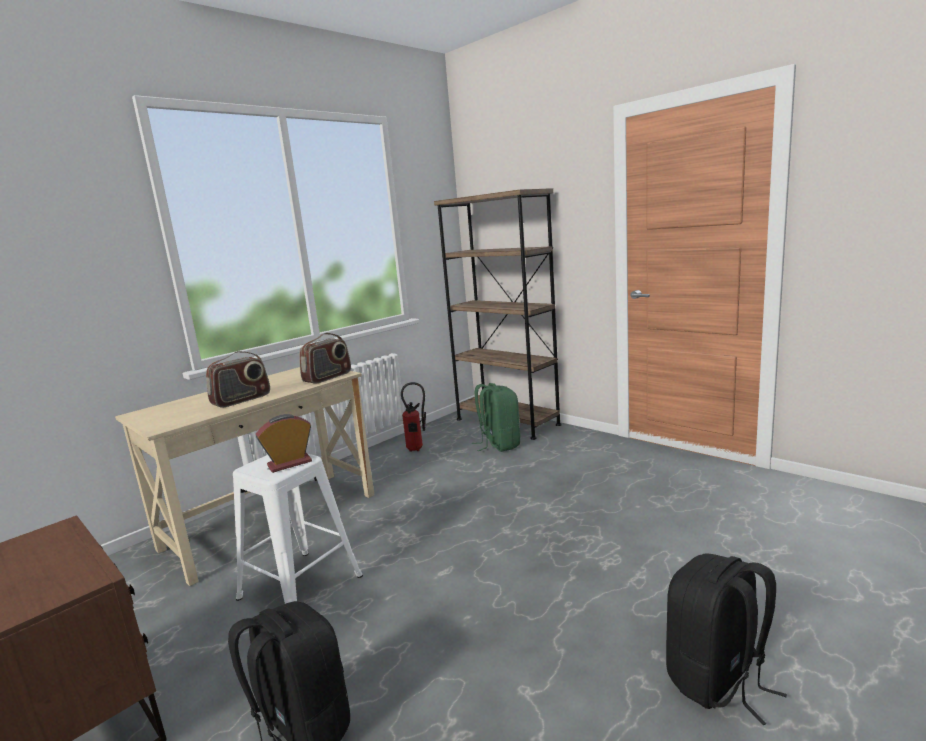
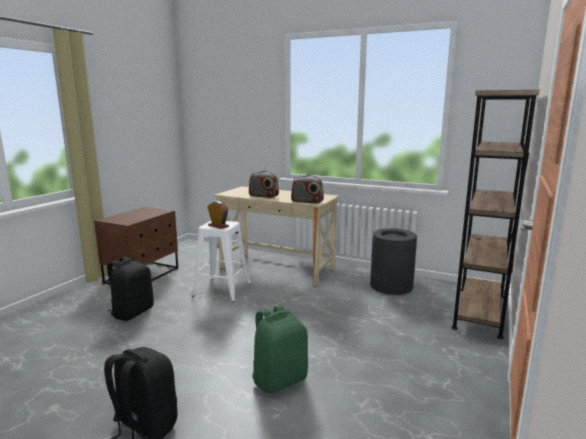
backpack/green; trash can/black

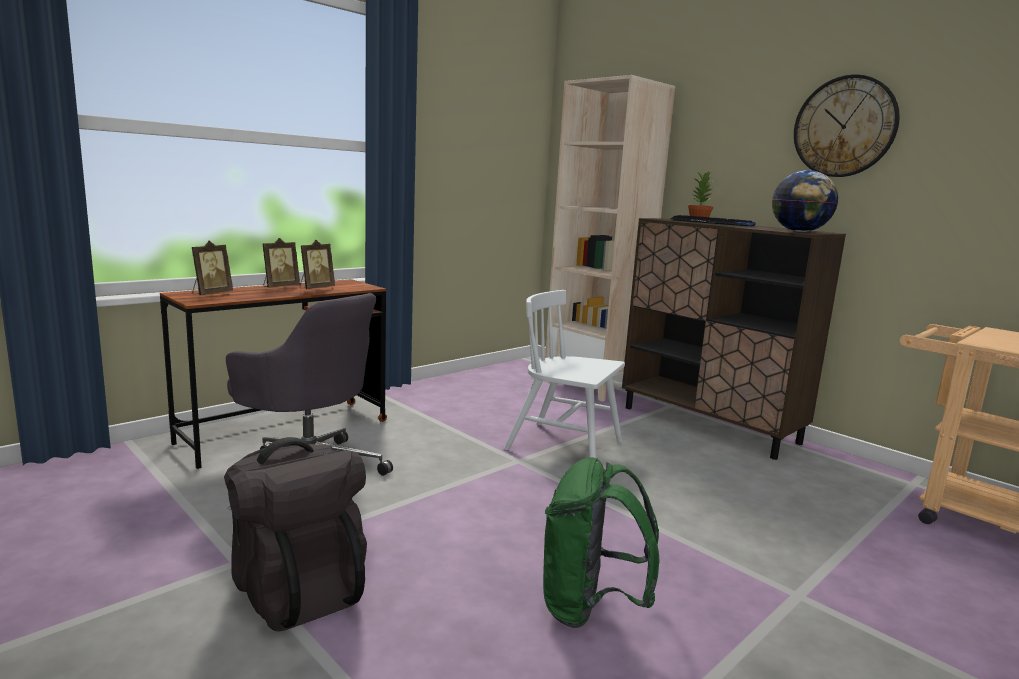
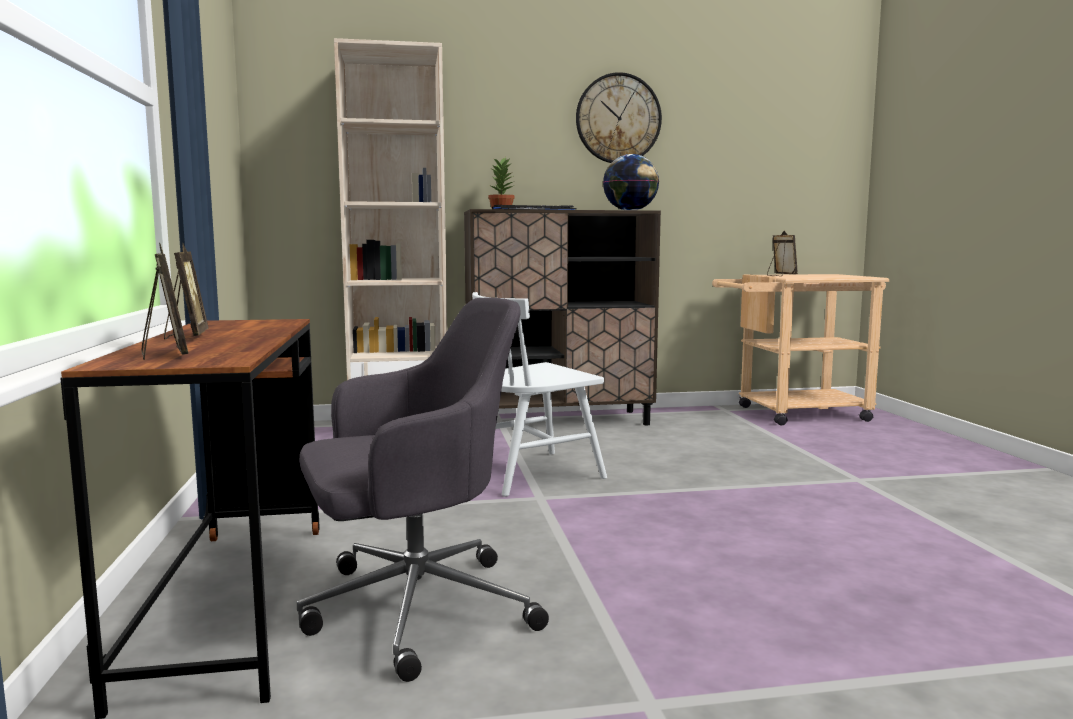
backpack/black; backpack/green; picture frame (no. 3 from left)

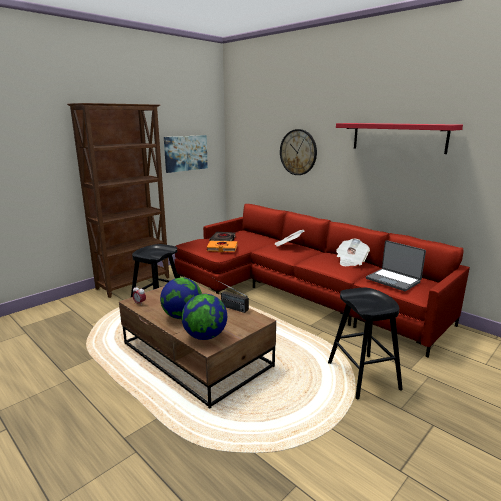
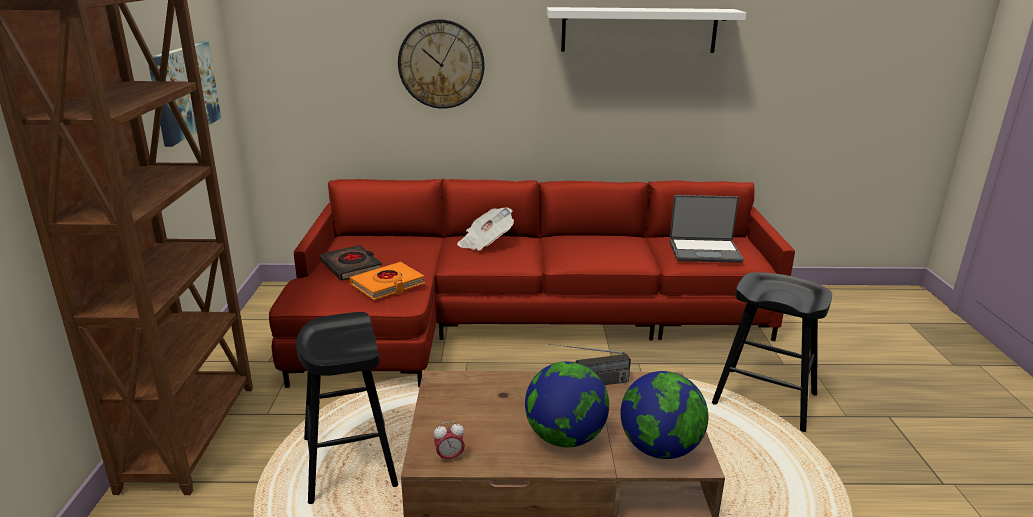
newspaper (no. 2 from left in the first image); shelf/white

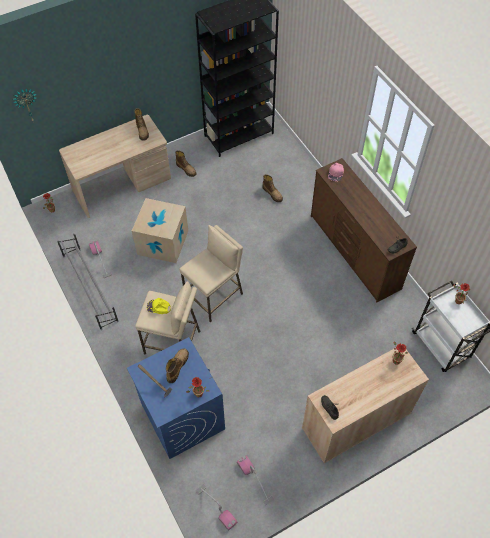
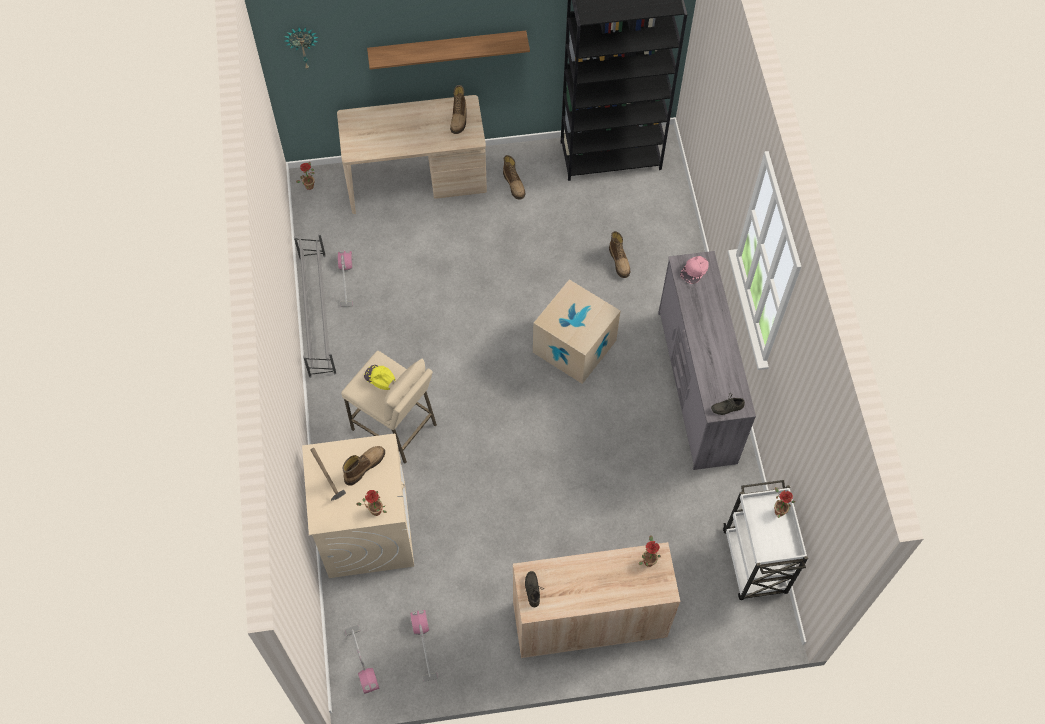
stool/beige (no. 2 from left in the first image); shelf; cardboard box; washing machine/beige; dresser/grey

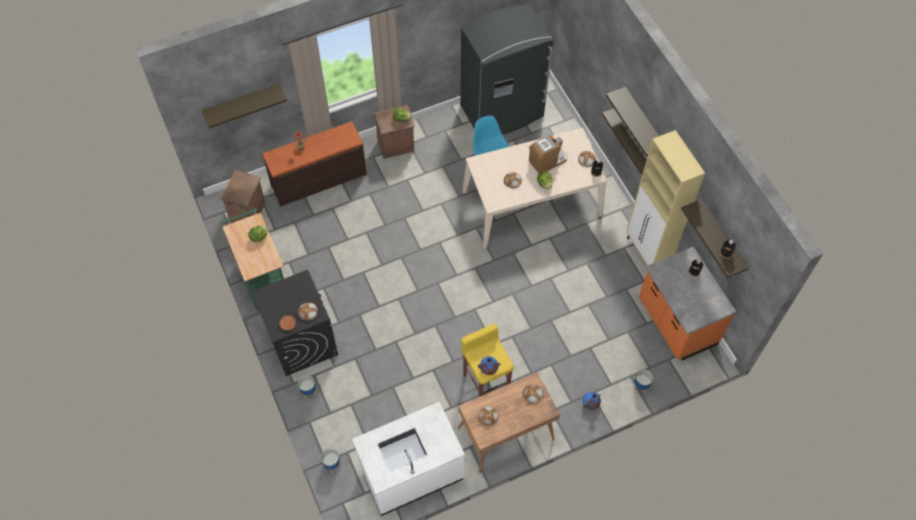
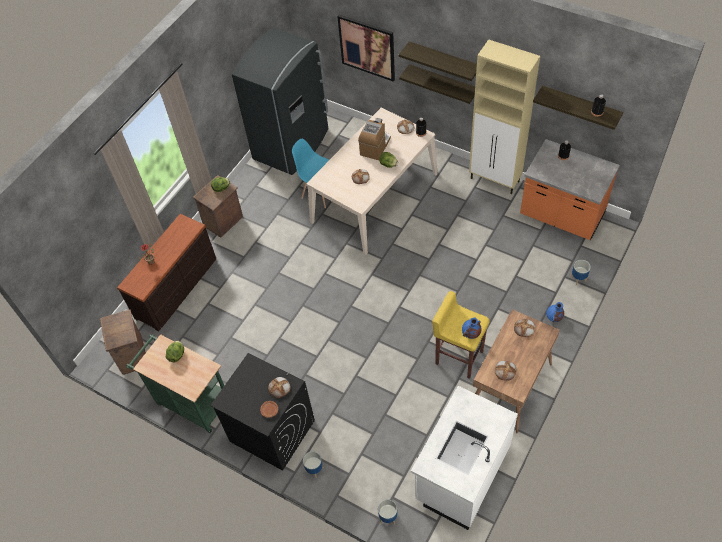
shelf (no. 1 from left in the first image); picture

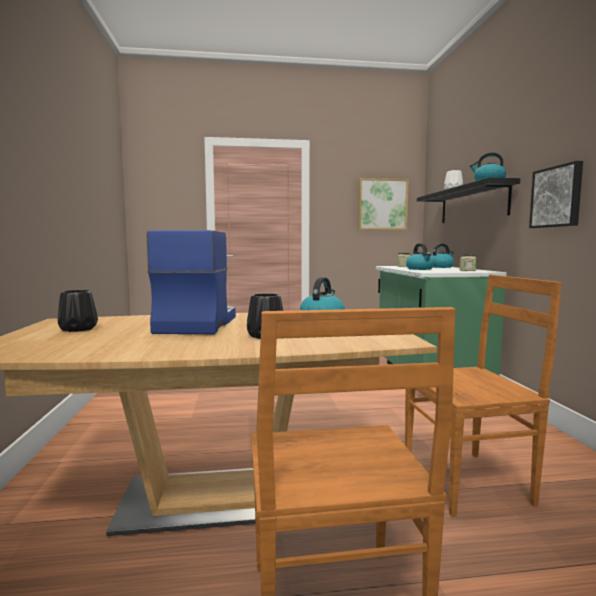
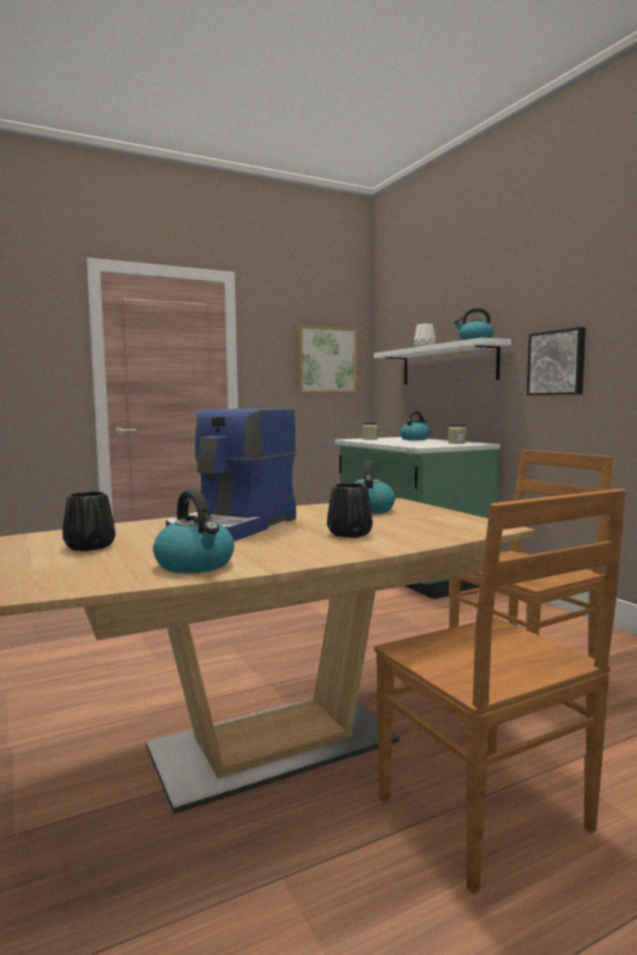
kettle (no. 1 from left); shelf/white; coffee machine

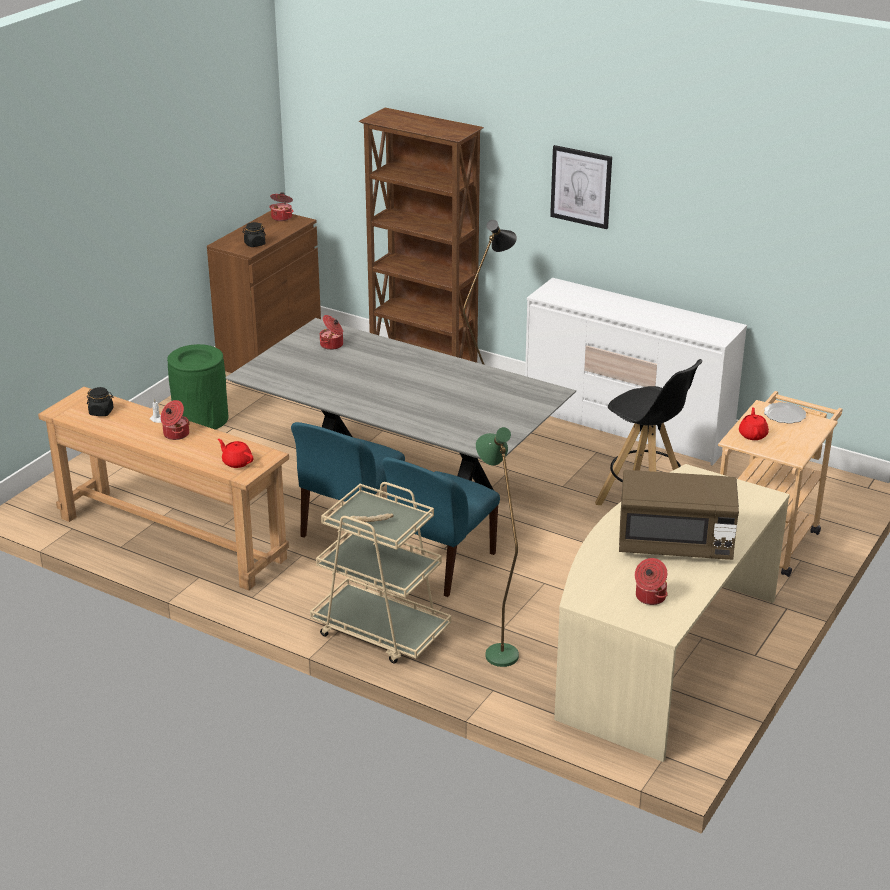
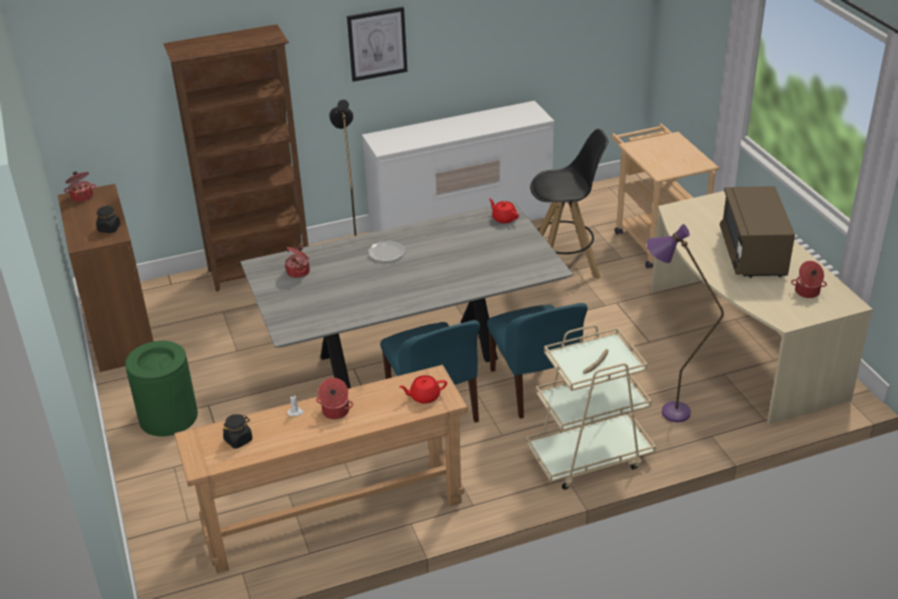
teapot/red (no. 2 from left); plate; floor lamp/purple; microwave/brown

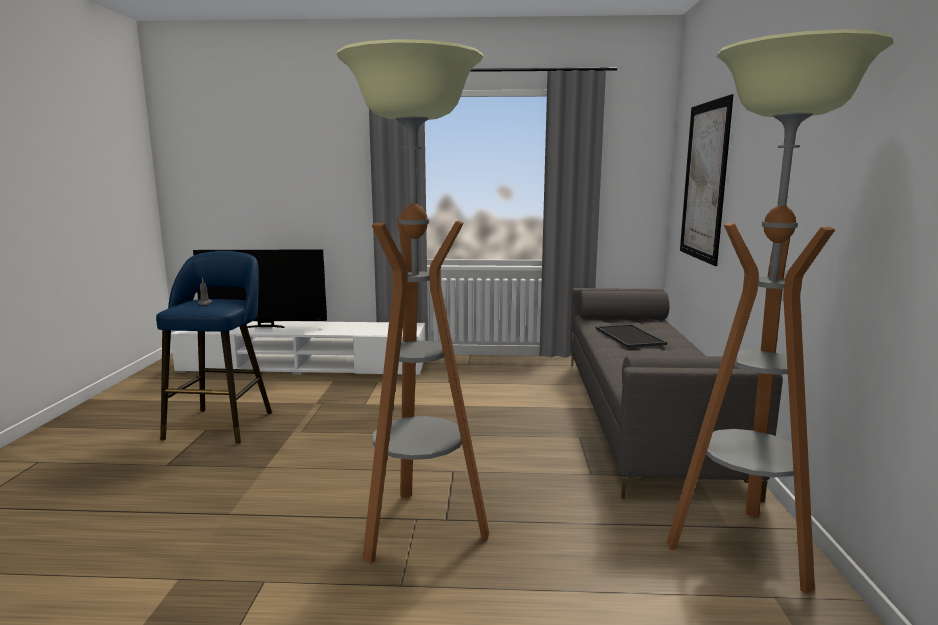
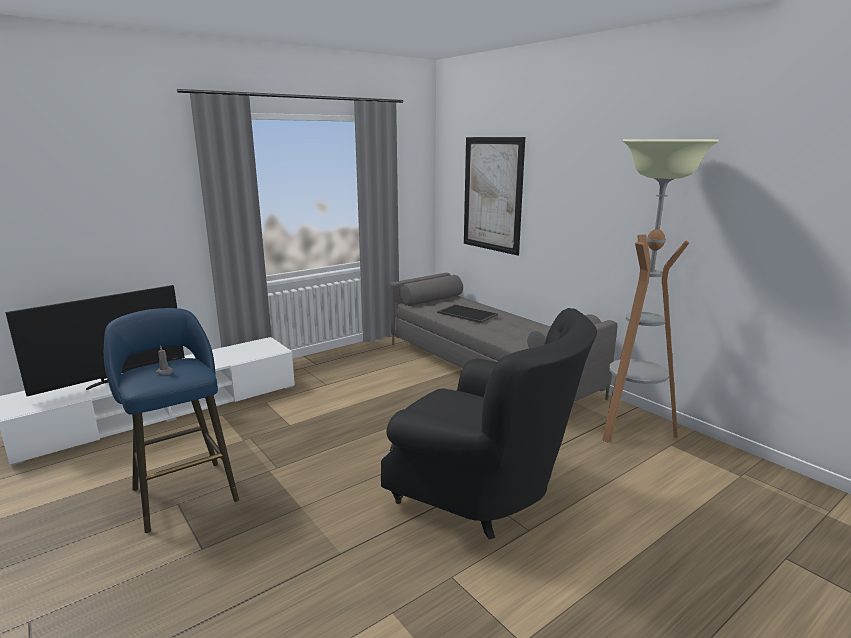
armchair/black

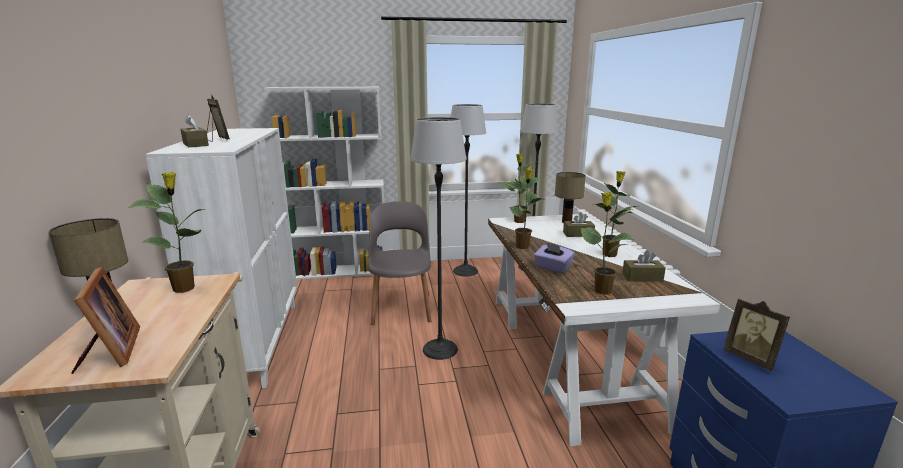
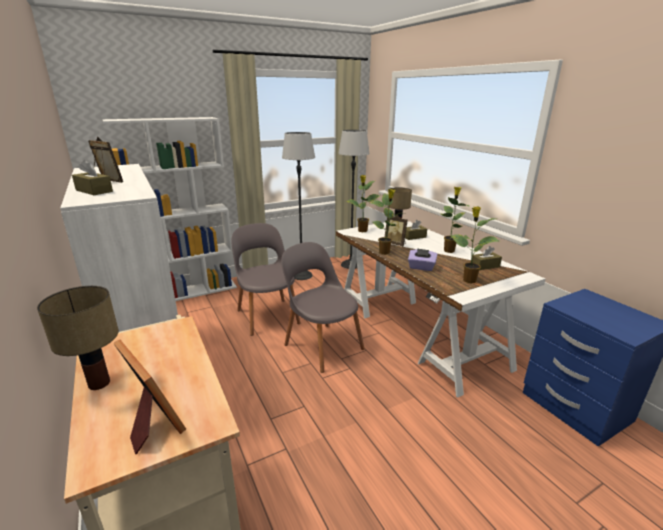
potted plant (no. 1 from left in the first image); picture frame (no. 3 from left); chair/grey (no. 2 from left)

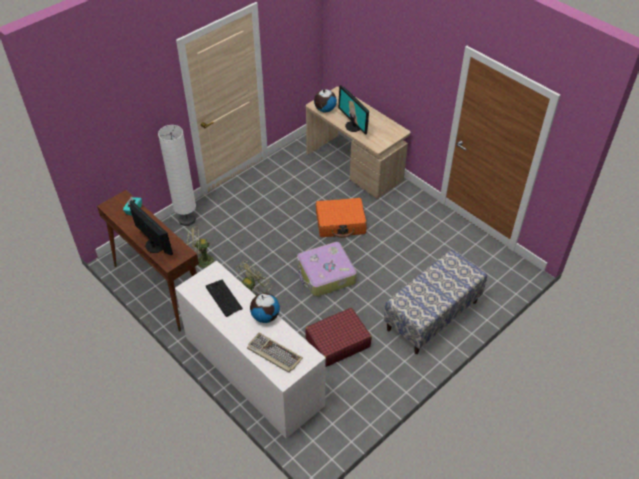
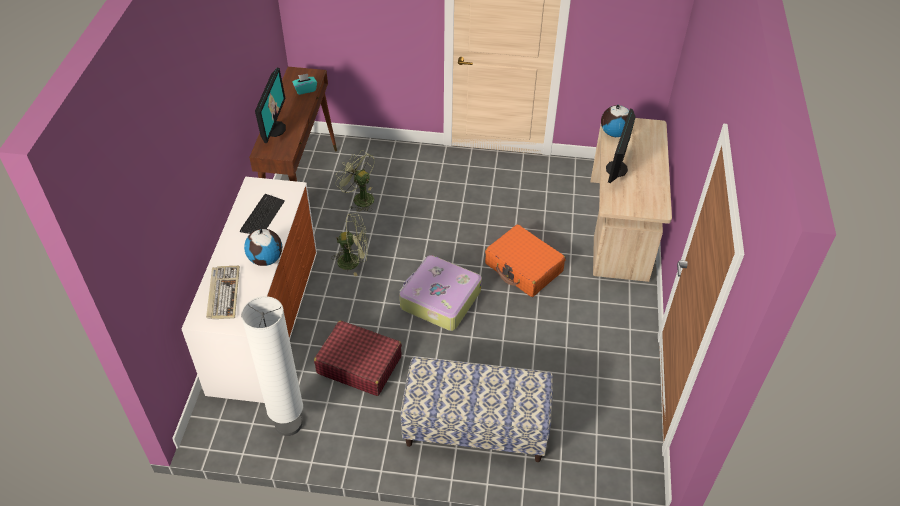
floor lamp/white

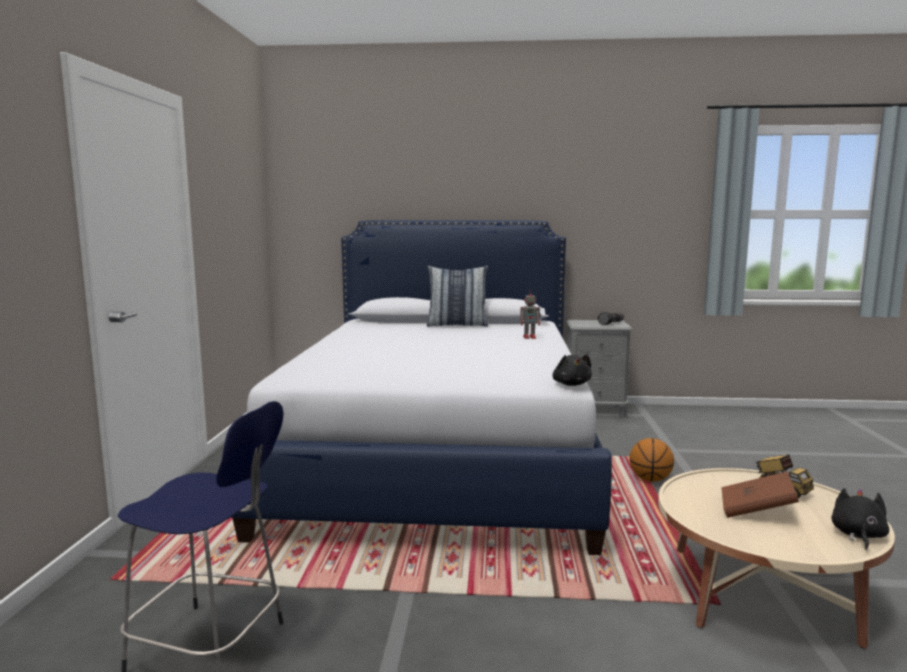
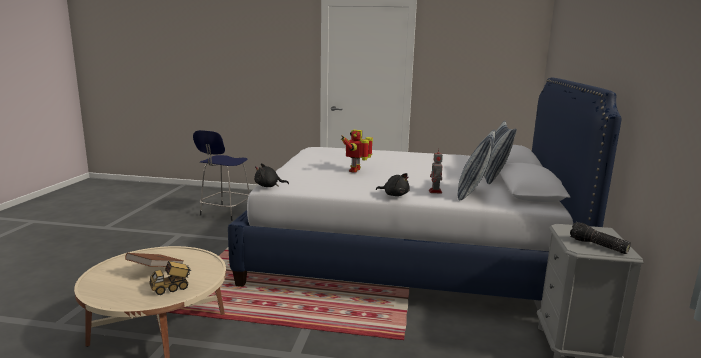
basketball; toy robot (no. 1 from left); pillow (no. 1 from left); plush toy/black (no. 2 from left)

